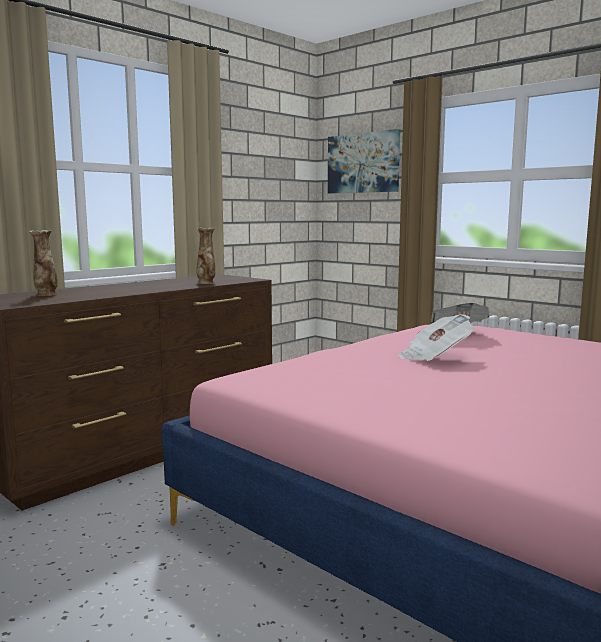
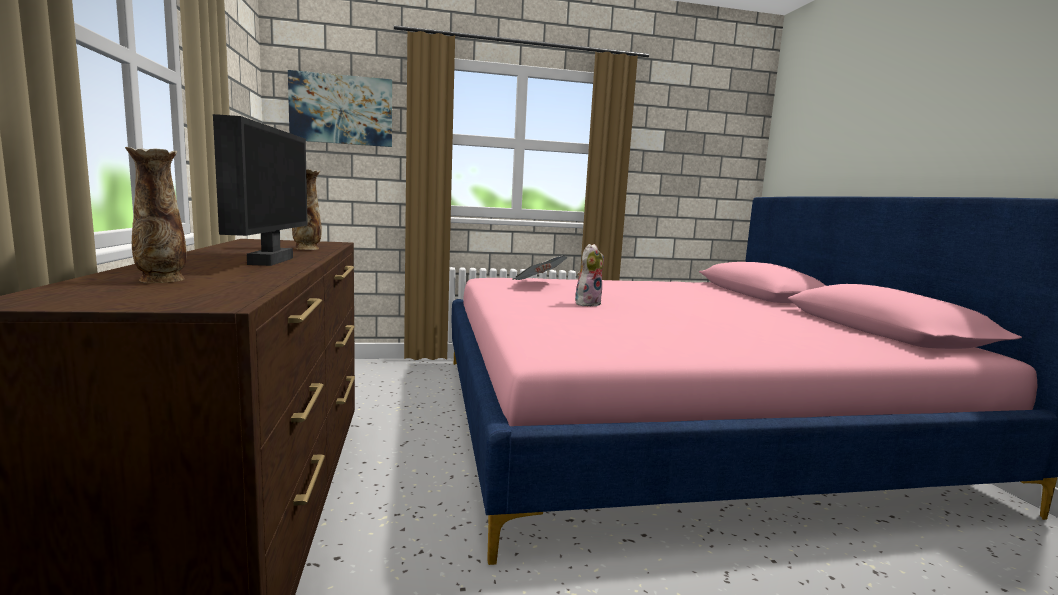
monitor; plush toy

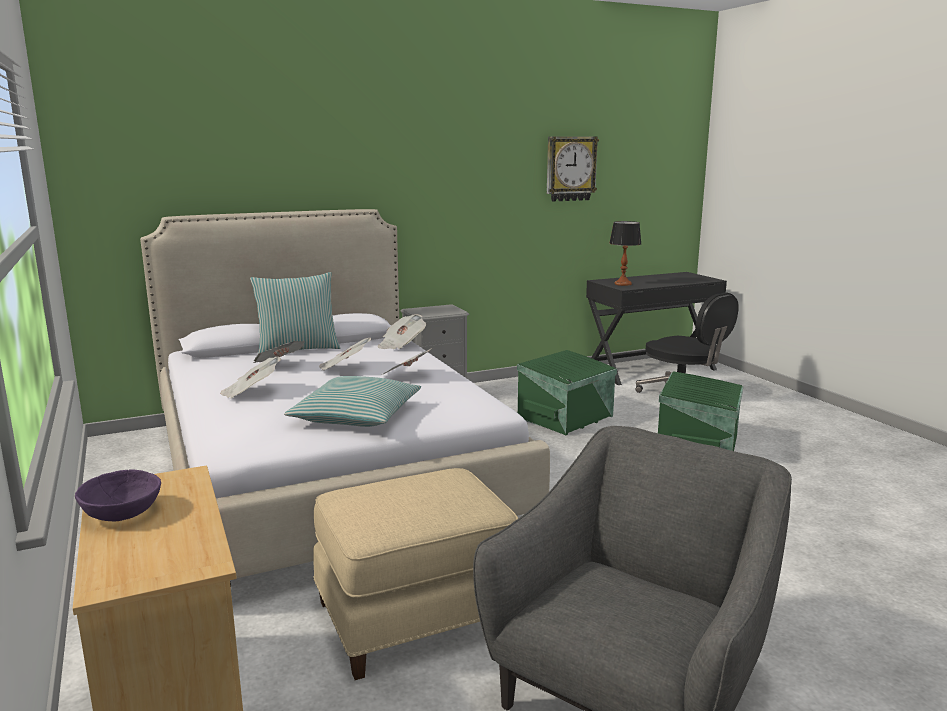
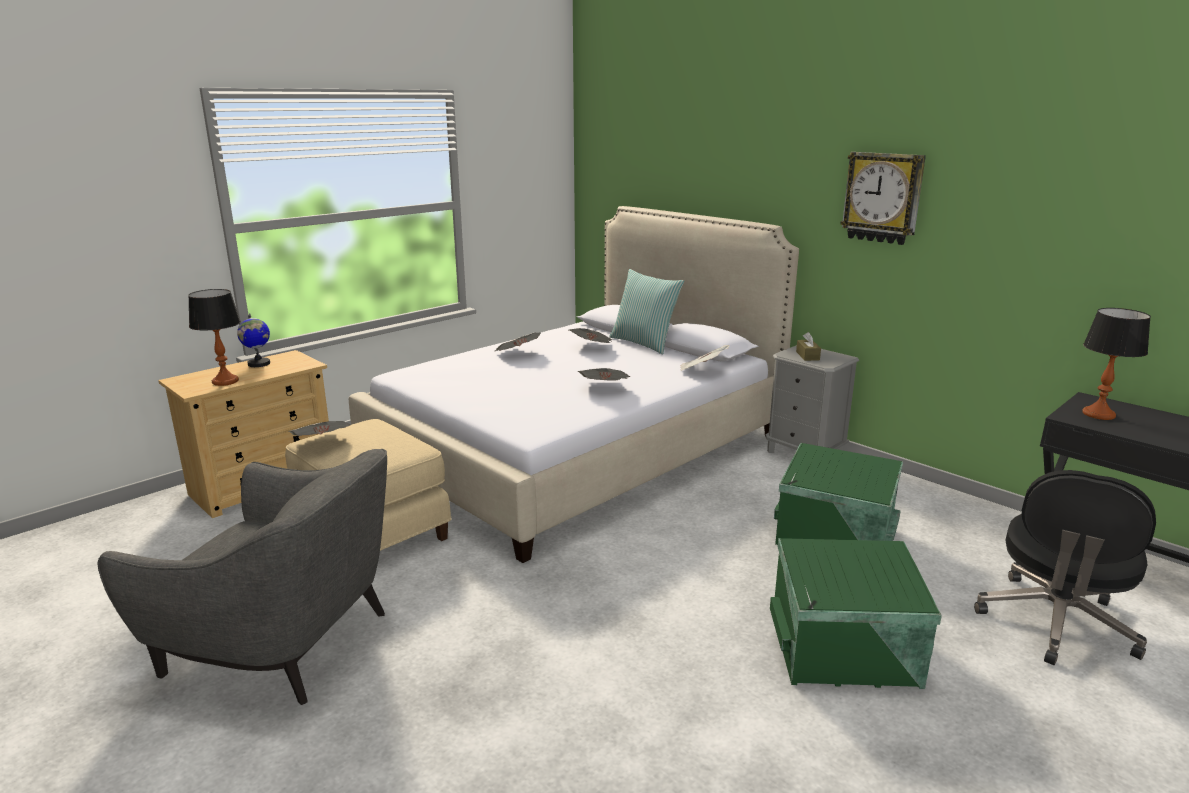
pillow (no. 2 from left in the first image); table lamp (no. 1 from left); tissue box/brown; newspaper (no. 1 from left); wall clock; globe

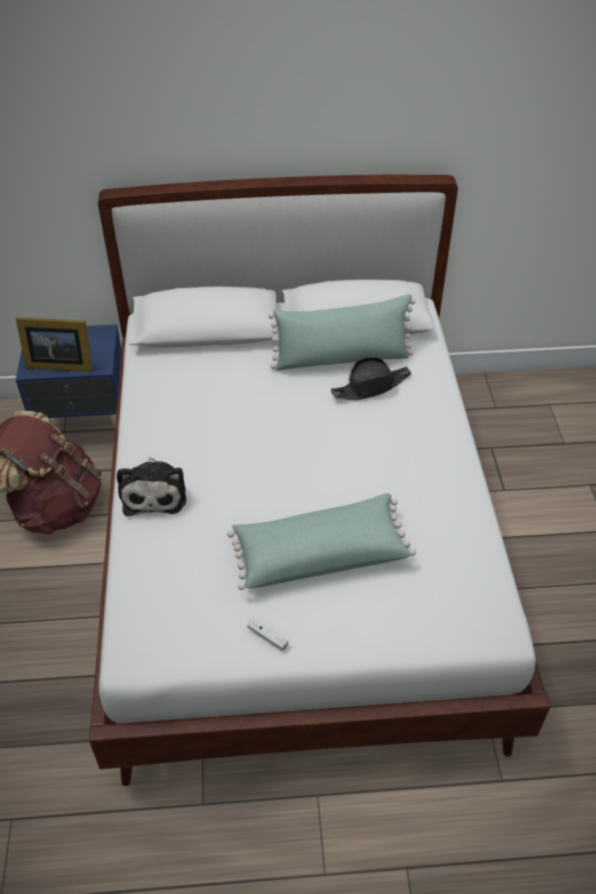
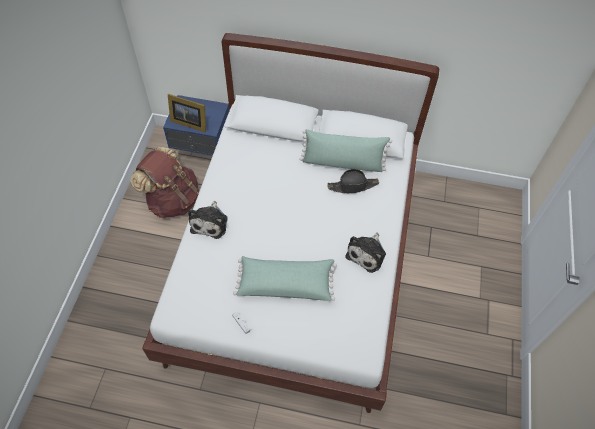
plush toy (no. 2 from left)

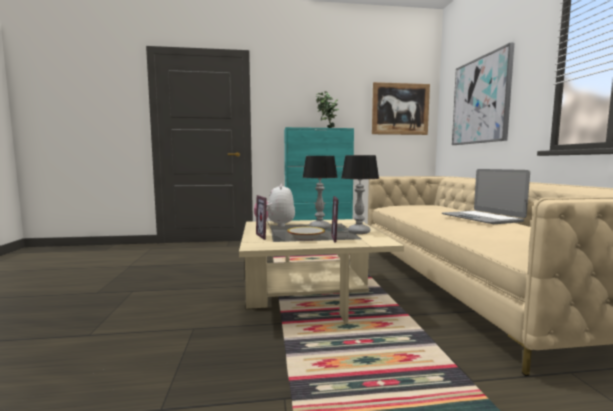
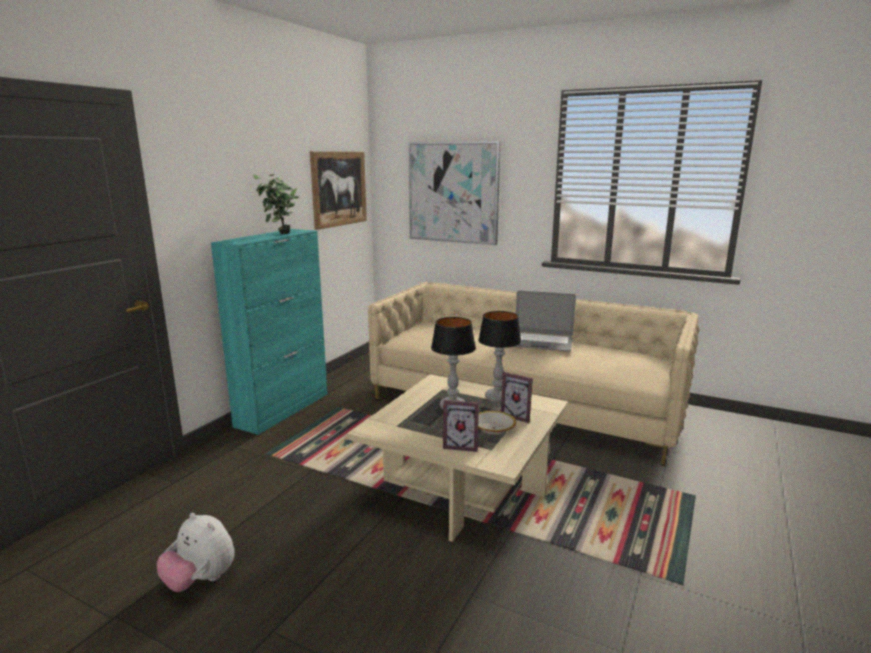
plush toy

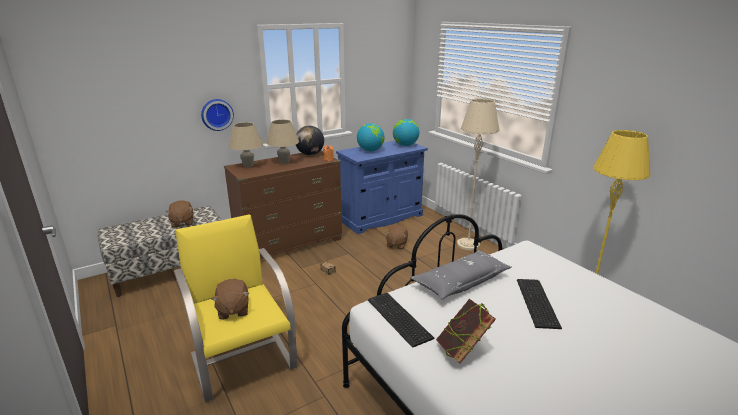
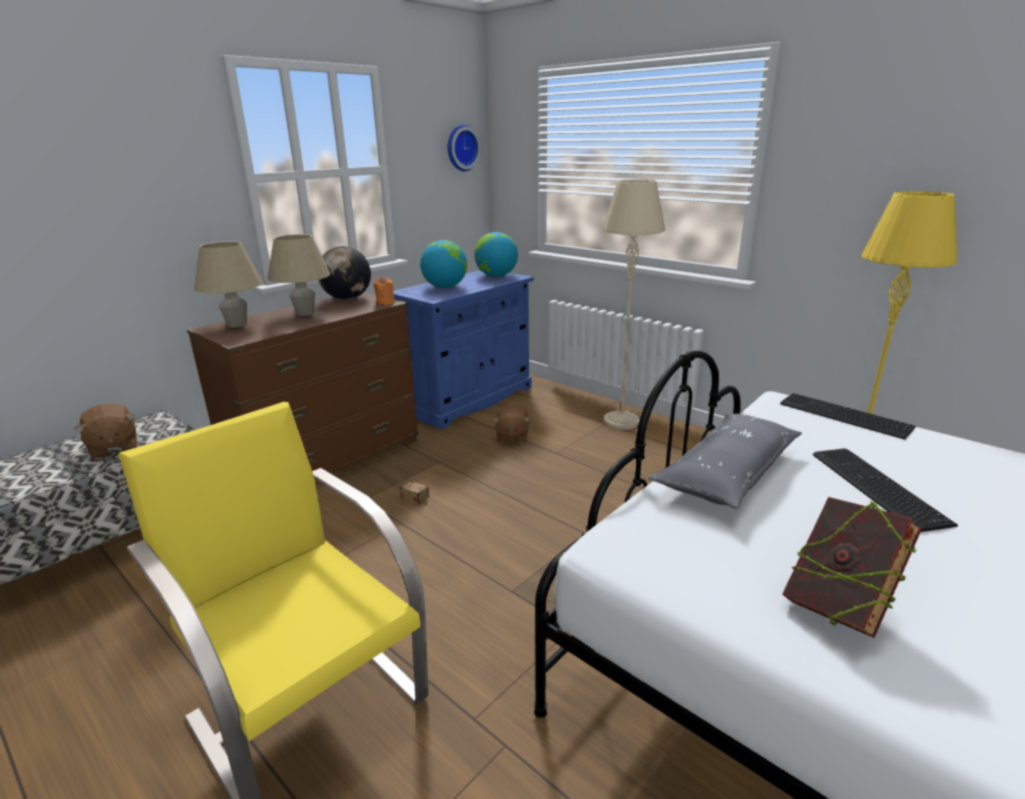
plush toy/brown (no. 2 from left in the first image); wall clock; keyboard (no. 1 from left)

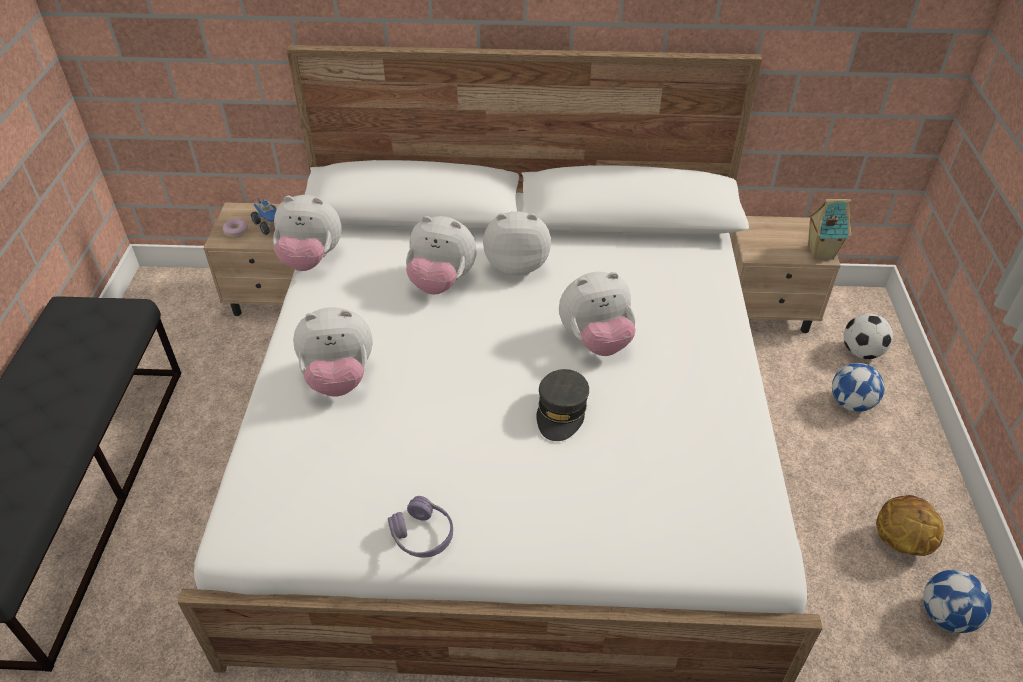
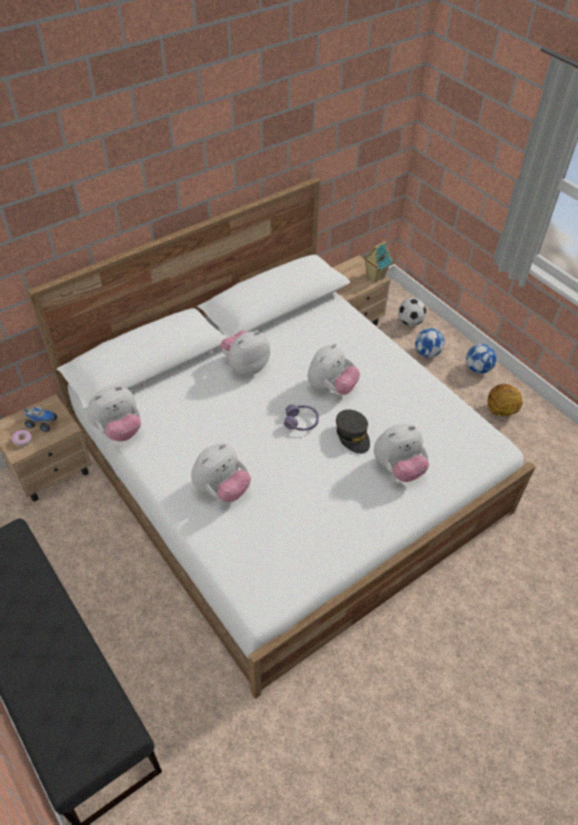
headphones/purple; plush toy (no. 5 from left); football (no. 3 from left)

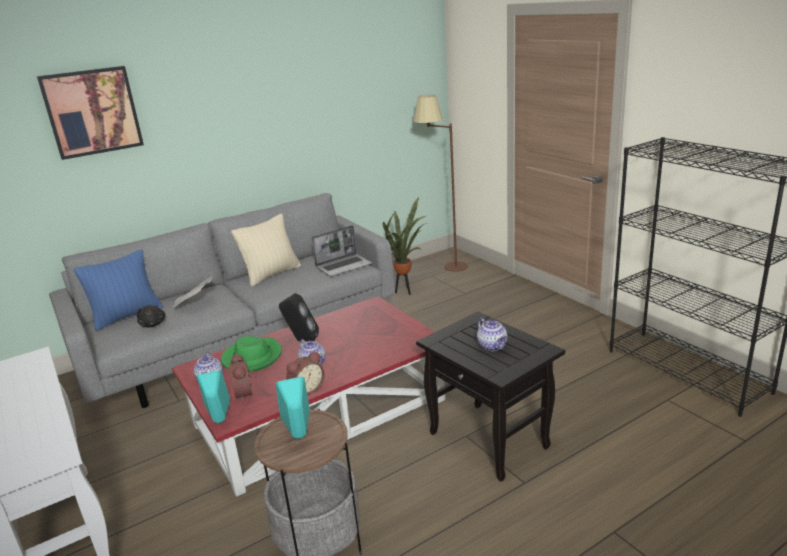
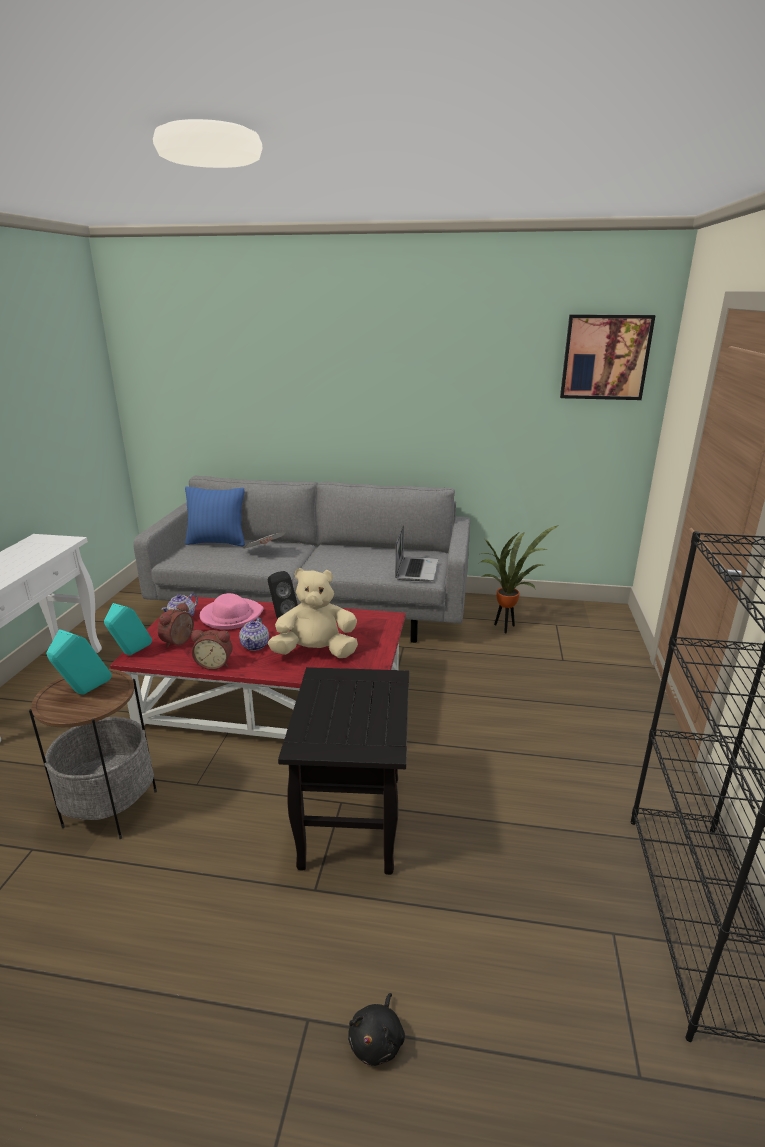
pillow/beige; floor lamp/brown; teapot (no. 3 from left in the first image); plush toy/beige; picture; plush toy/black; hat/pink; laptop

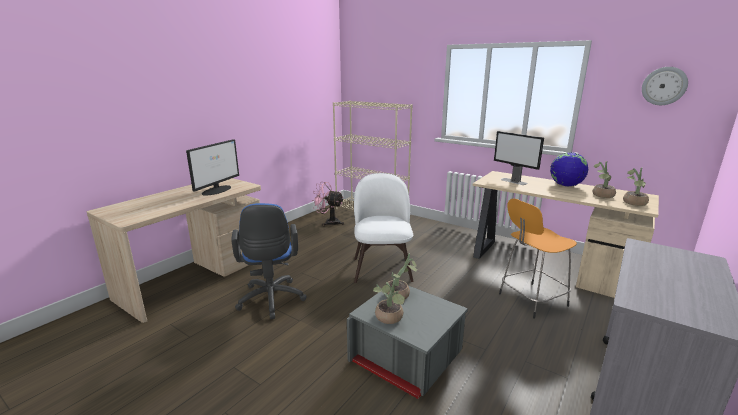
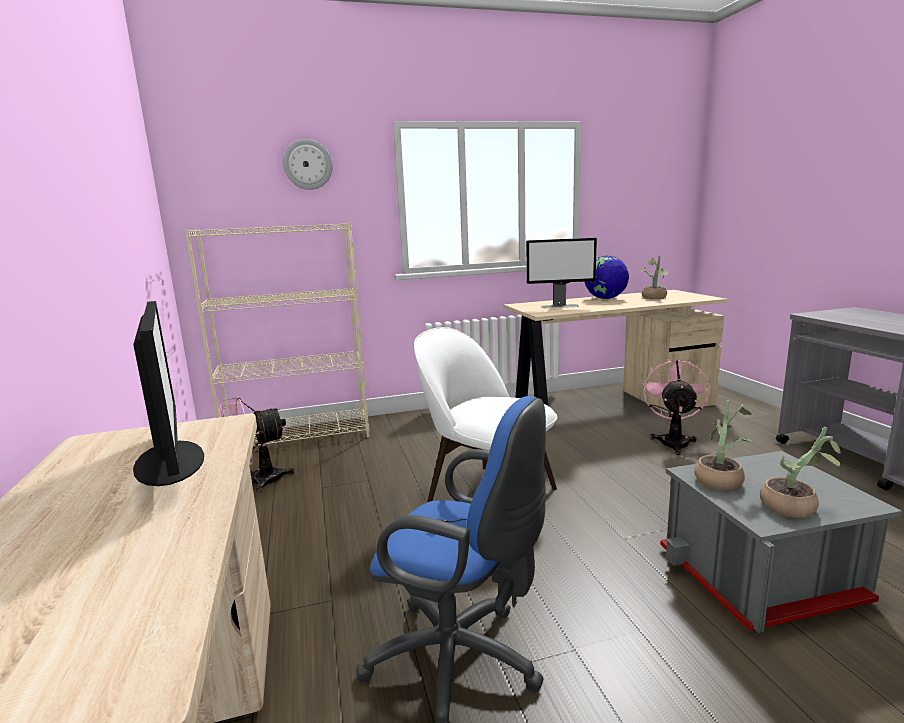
potted plant (no. 4 from left in the first image); wall clock; fan/pink (no. 2 from left)

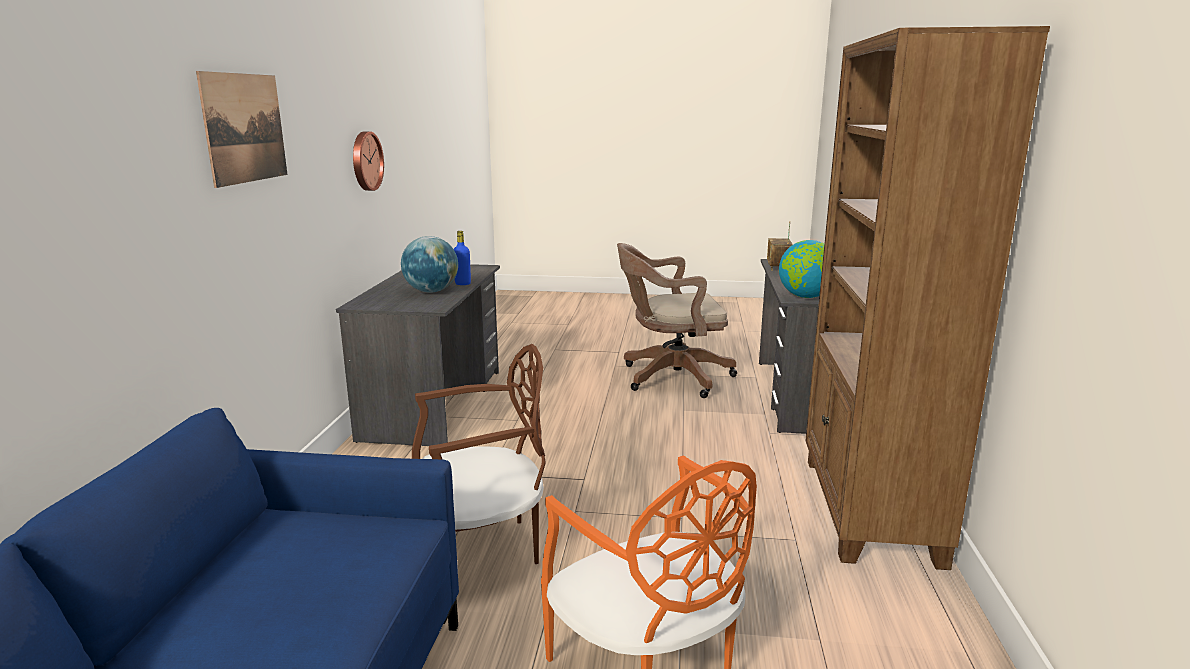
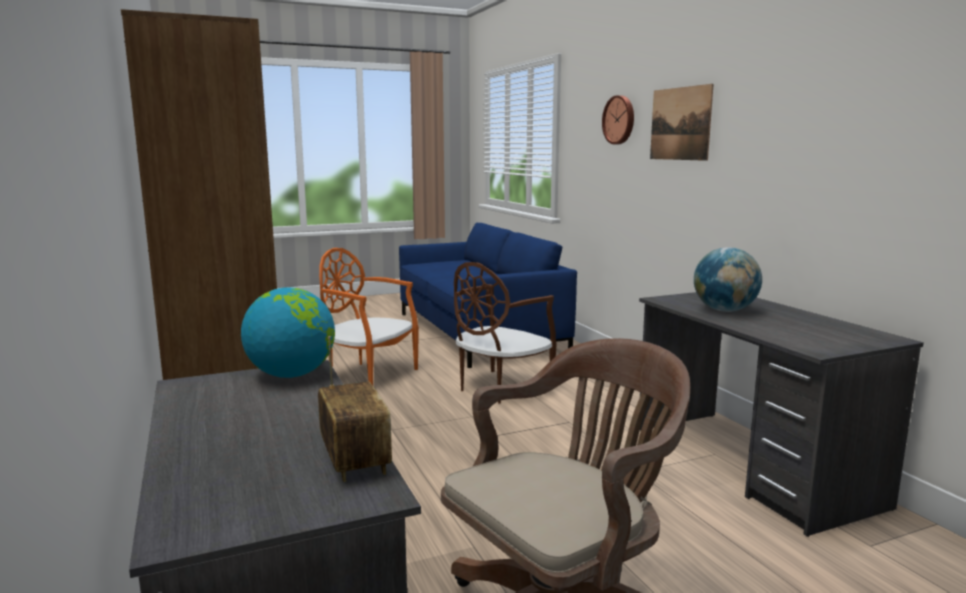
bottle/blue; wall clock

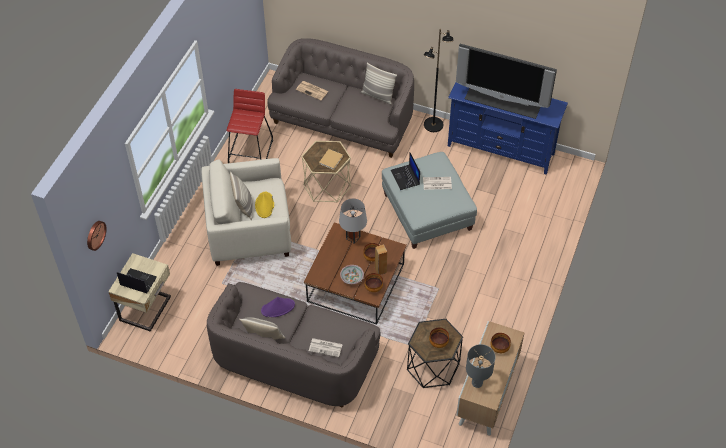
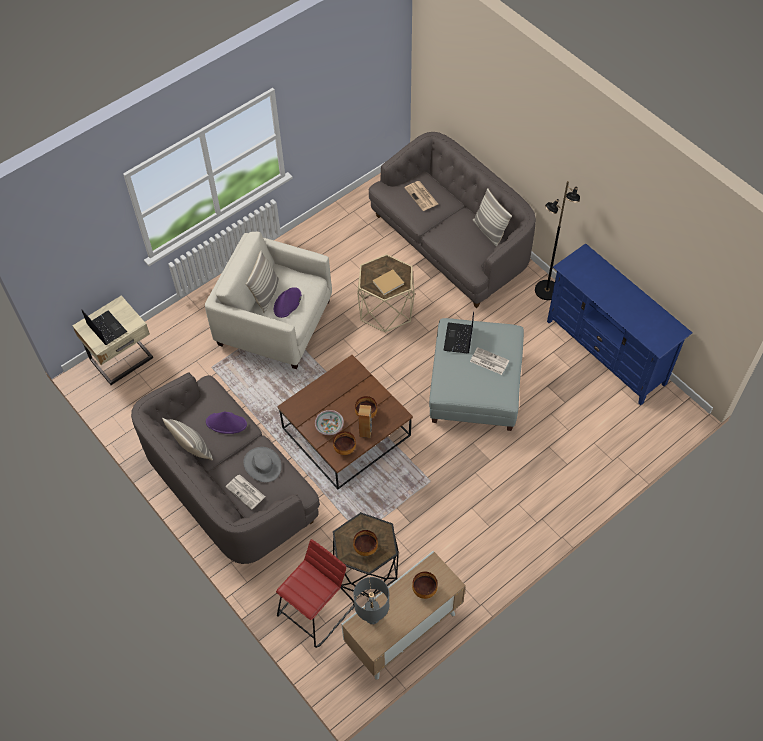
wall clock; table lamp/grey (no. 1 from left in the first image); television; hat/grey; stool/red; hat/purple (no. 2 from left)

